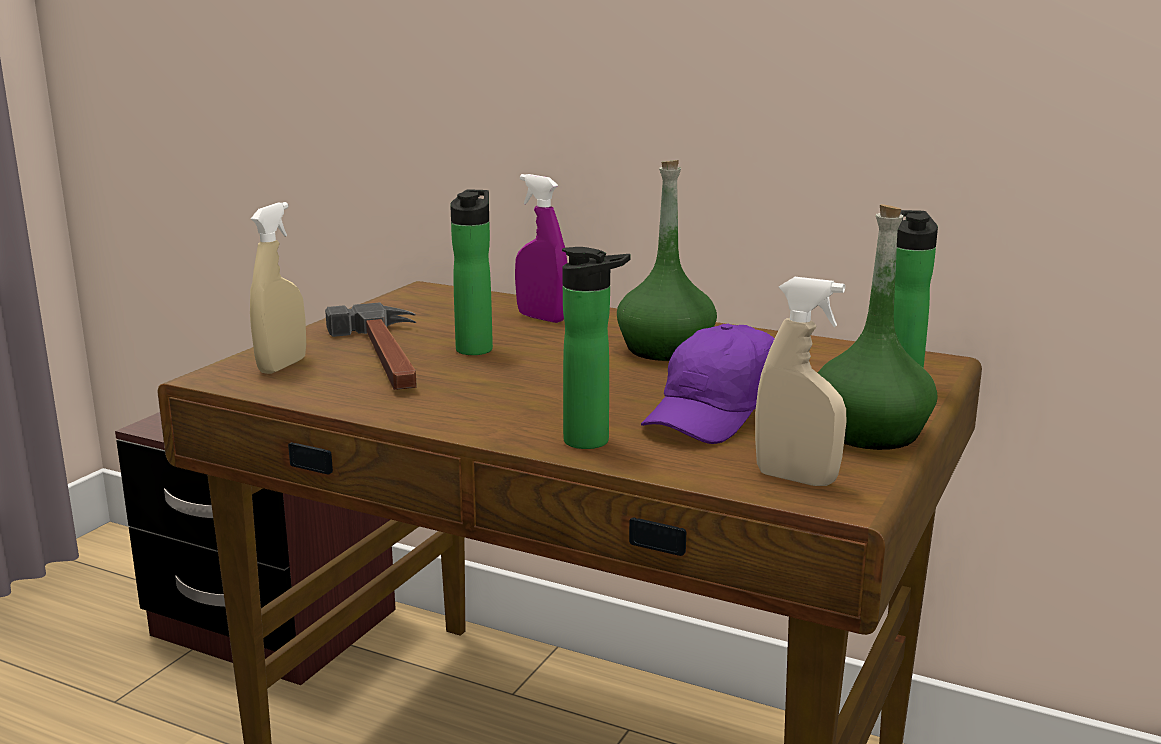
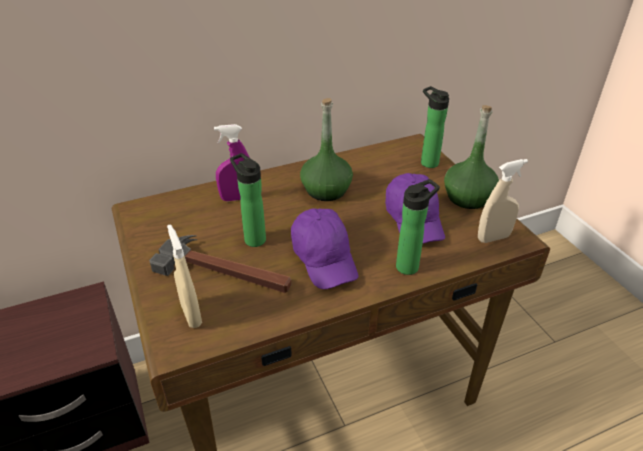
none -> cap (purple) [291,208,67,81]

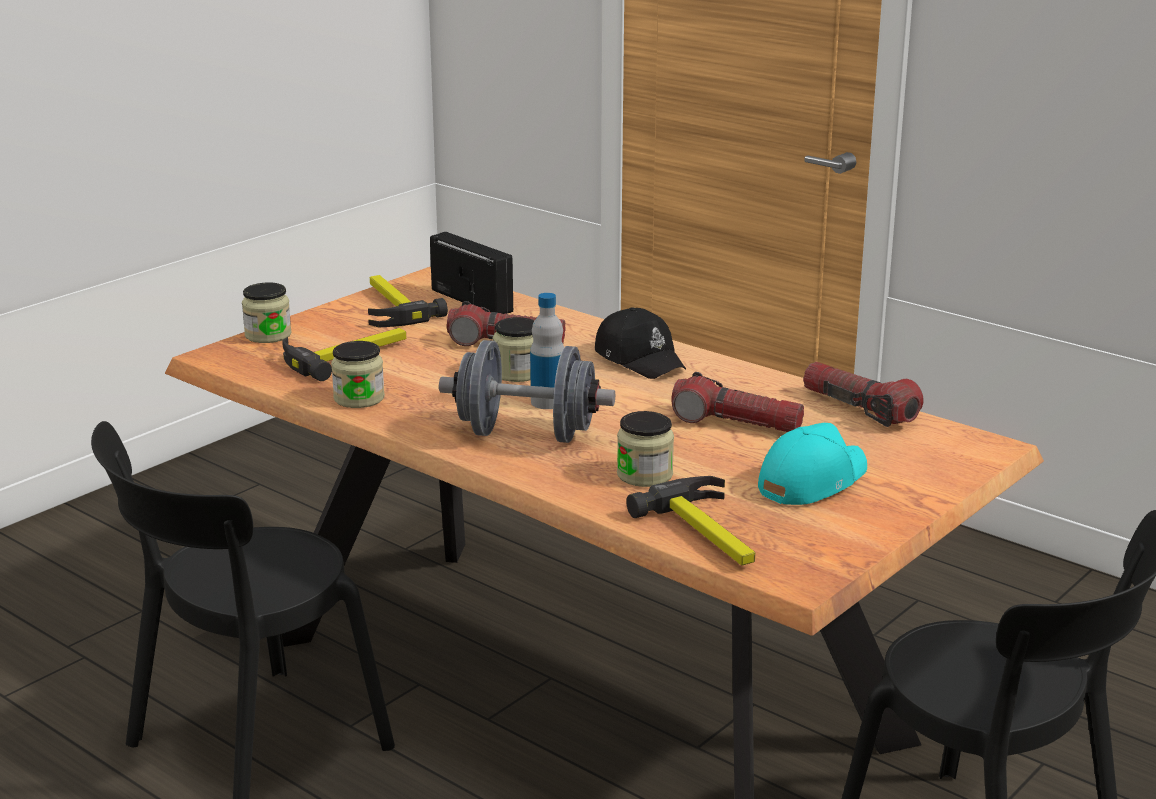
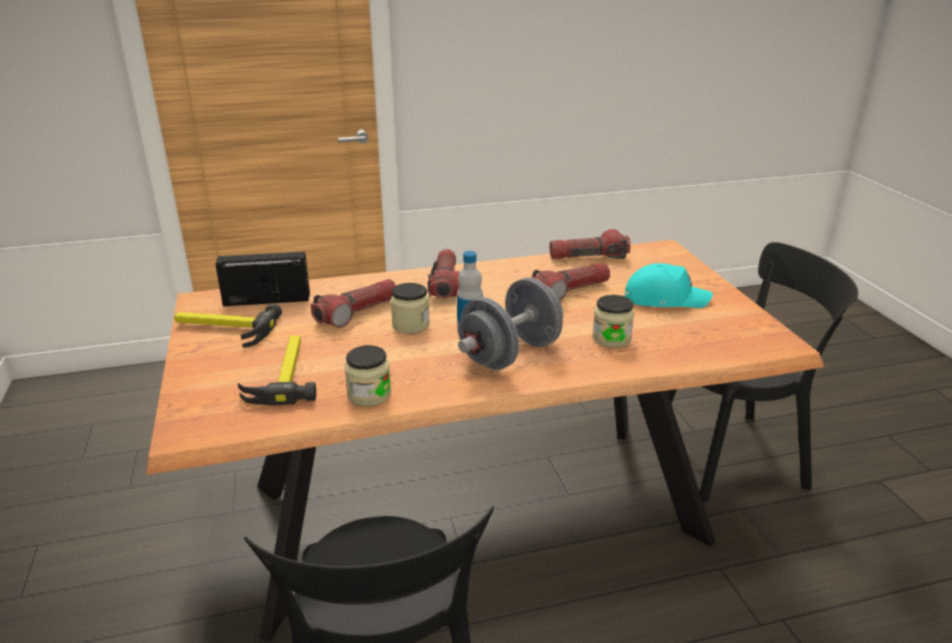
jar [242,282,50,61] -> none
cap (blackish) [595,307,91,72] -> flashlight [428,249,32,50]
cap (turquoise-coloured) [758,423,109,82] -> cap (turquoise-coloured) [625,263,88,45], 105 degrees clockwise
hammer [626,476,129,90] -> none

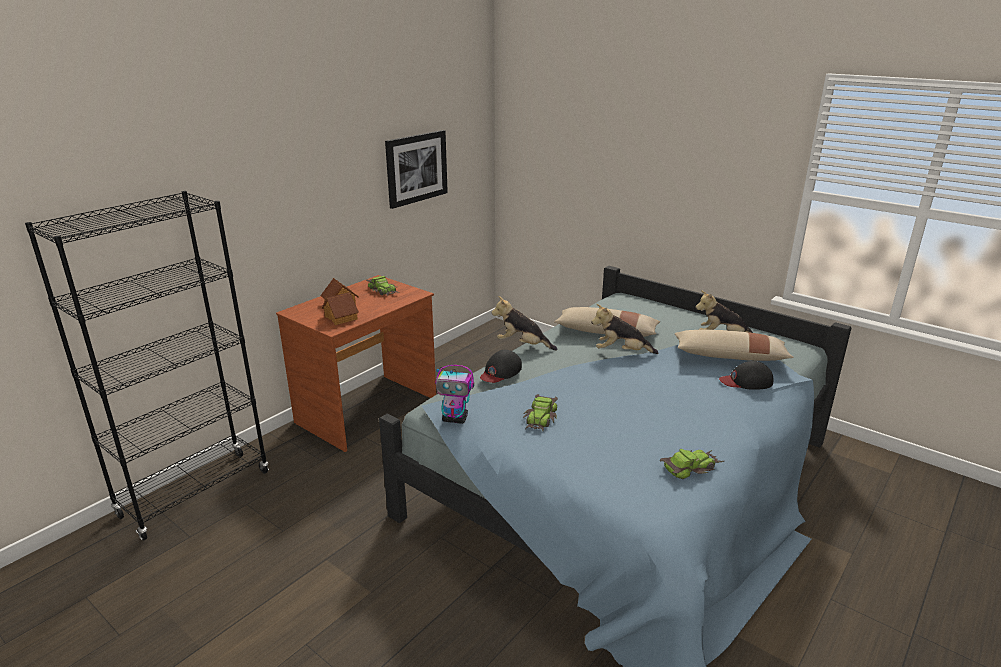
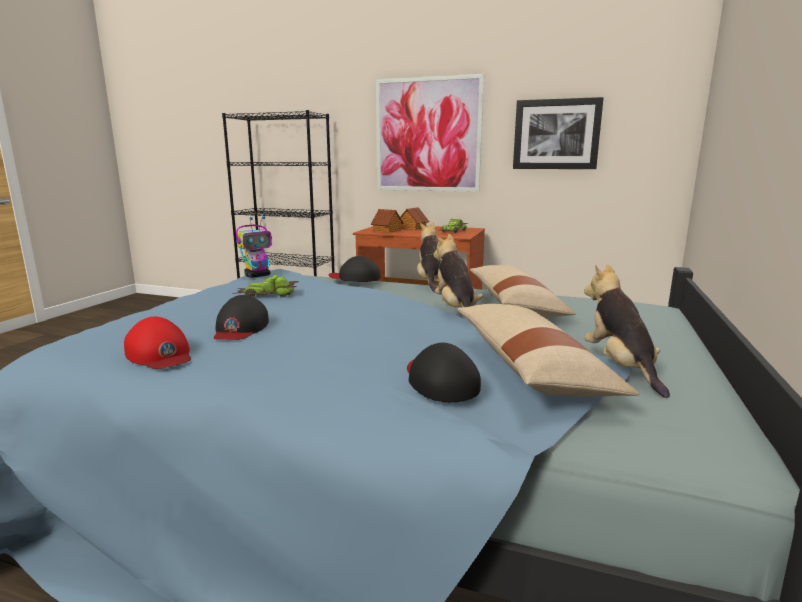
model robot [435,365,39,59] -> model robot [236,216,36,62], 120 degrees counterclockwise
model car [660,449,64,30] -> cap (reddish) [124,316,67,53]
none -> wall picture [376,74,108,118]
none -> cap (blackish) [214,295,55,45]

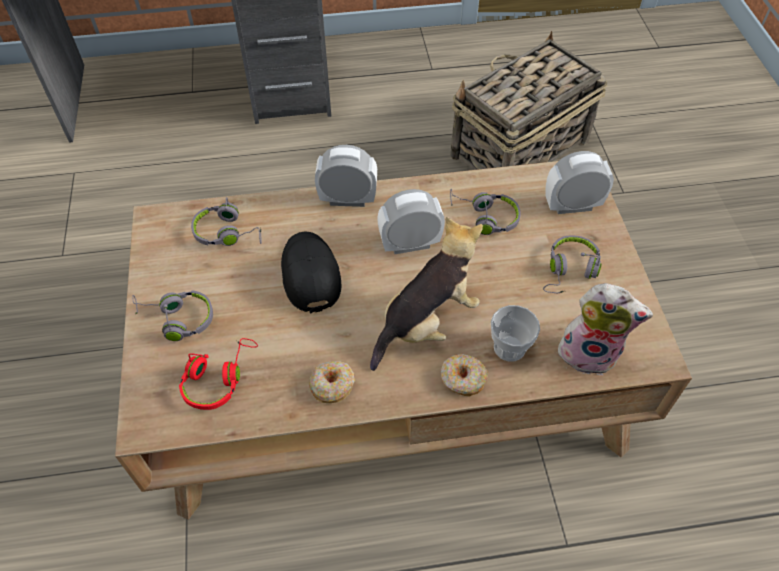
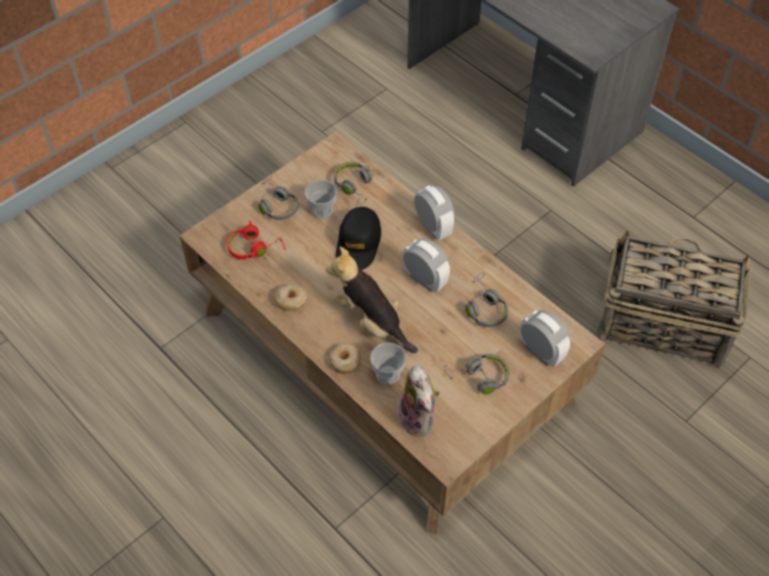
plush toy [370,217,113,154] -> plush toy [325,247,93,106], 150 degrees counterclockwise
cap (blackish) [281,232,60,81] -> cap (blackish) [336,207,45,63], 150 degrees clockwise
none -> small cup [305,180,32,39]

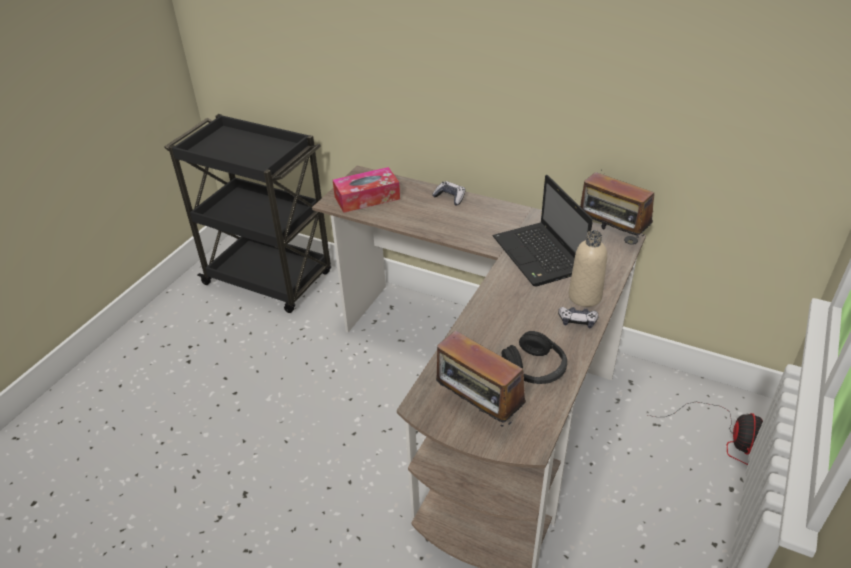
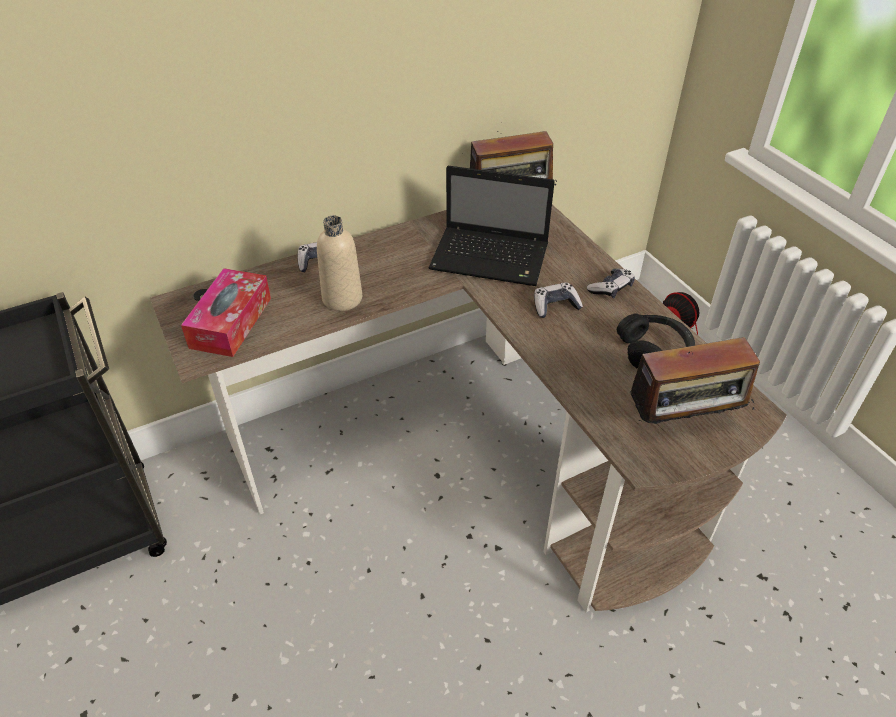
beverage bottle (beige) [569,230,38,77] -> beverage bottle (beige) [317,216,45,95], relocated
none -> gamepad [534,282,49,36]

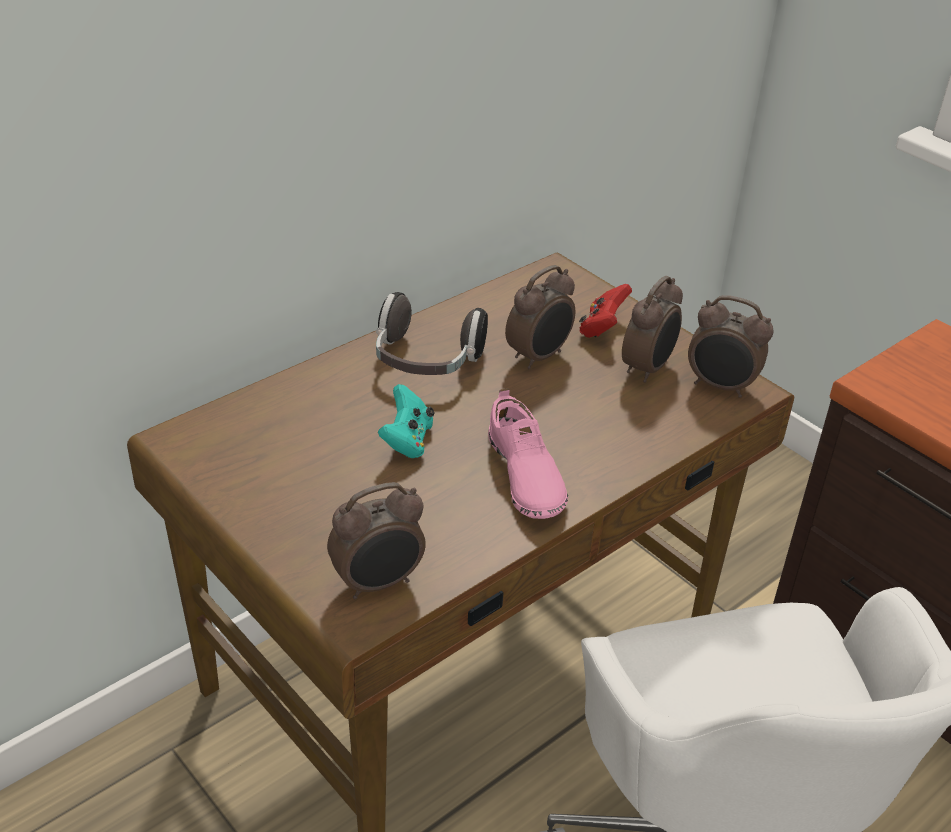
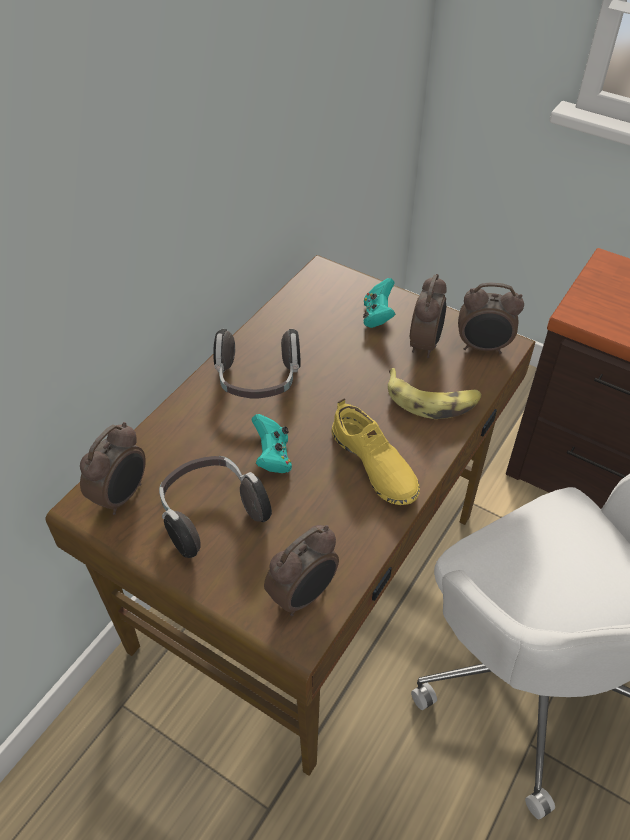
alarm clock [505,265,70,104] -> alarm clock [80,422,66,93], relocated
gamepad (reddish) [579,284,53,54] -> gamepad (turquoise-coloured) [363,278,32,50]
low shoe (pink) [488,388,80,131] -> low shoe (yellowish) [331,399,89,106]
none -> banana [388,368,94,51]
none -> headset [159,456,113,102]

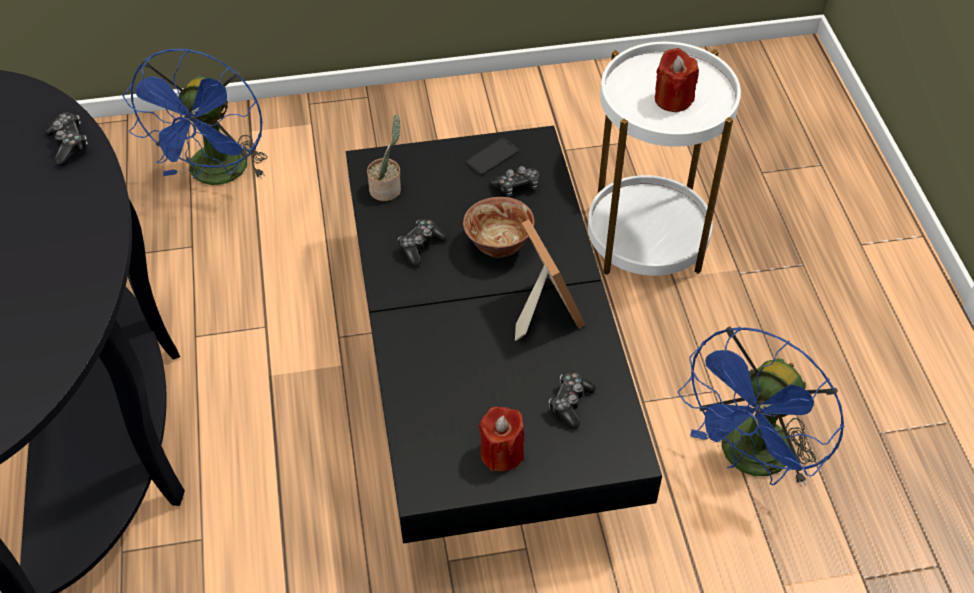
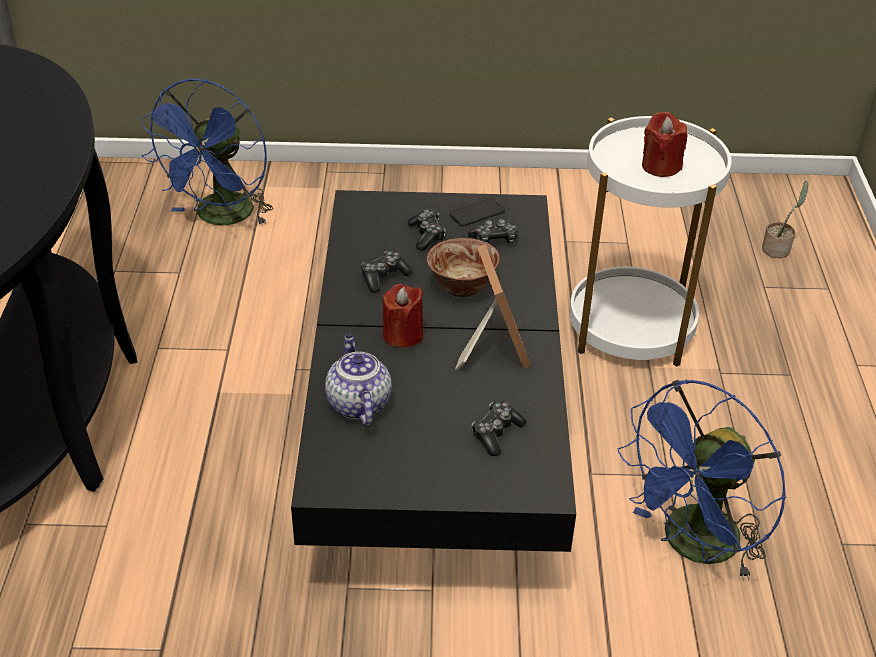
gamepad [44,113,44,53] -> gamepad [407,209,39,41], relocated
houseplant [367,114,34,87] -> houseplant [762,181,47,77], relocated
wax light (reddish) [479,406,45,66] -> wax light (reddish) [383,284,40,64], relocated
none -> tea pot [325,335,67,91]

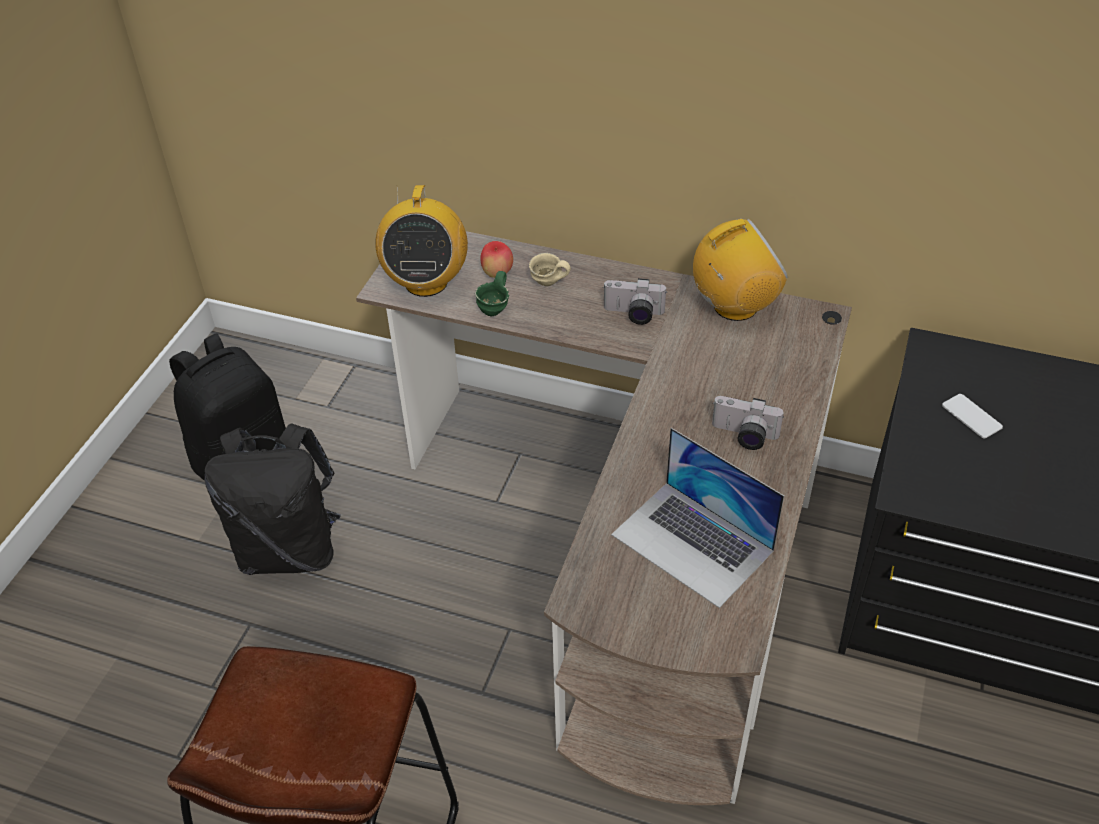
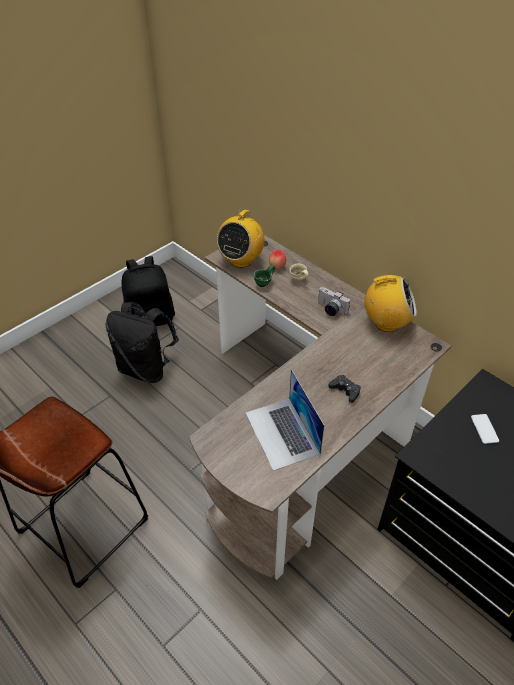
still camera [712,396,72,54] -> gamepad (blackish) [328,375,33,28]

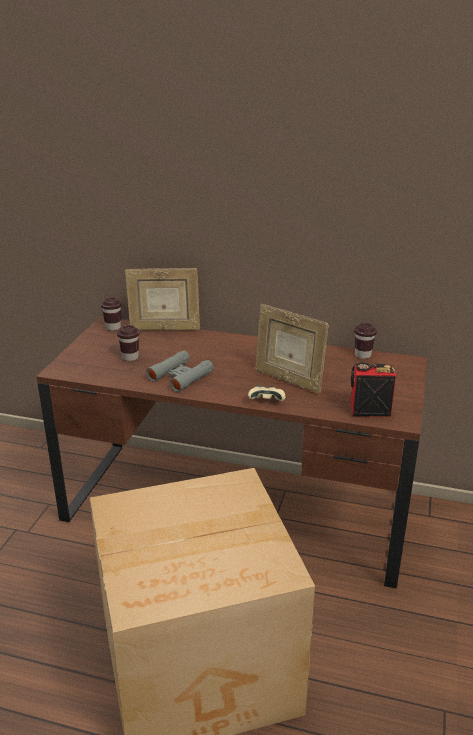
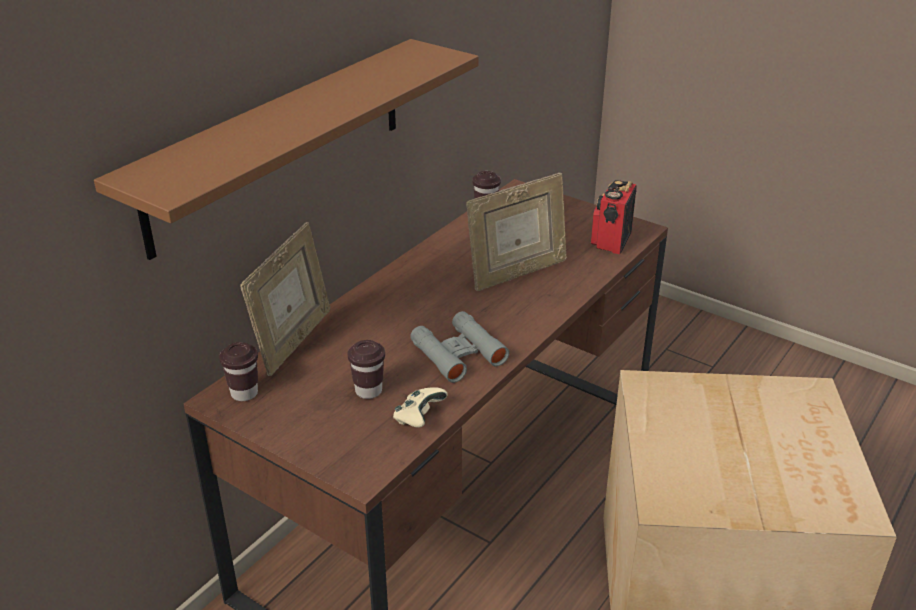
gamepad (beige) [248,385,37,16] -> gamepad (beige) [393,387,55,41], relocated
none -> bracket shelf (brownish) [94,39,385,221]

